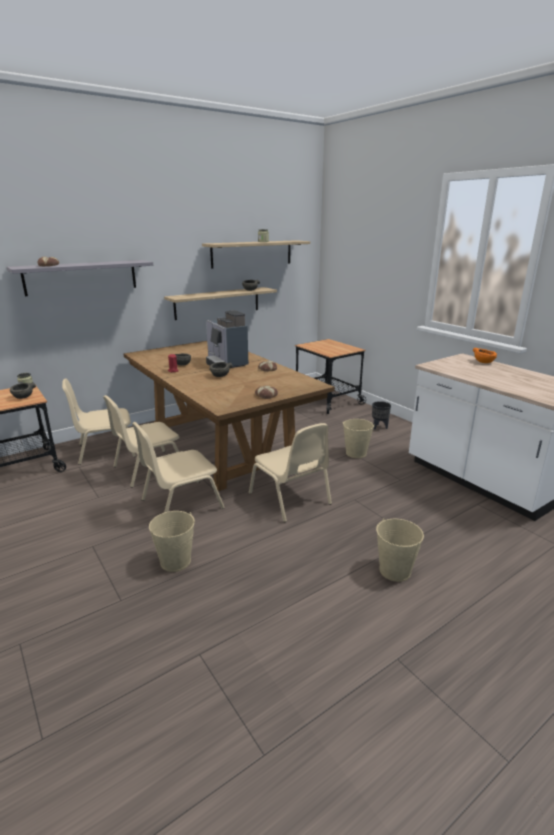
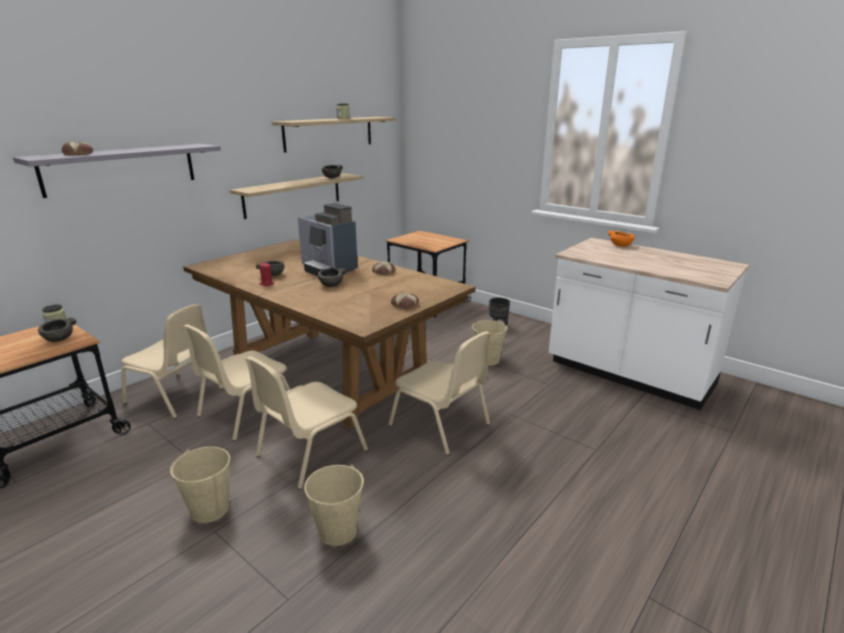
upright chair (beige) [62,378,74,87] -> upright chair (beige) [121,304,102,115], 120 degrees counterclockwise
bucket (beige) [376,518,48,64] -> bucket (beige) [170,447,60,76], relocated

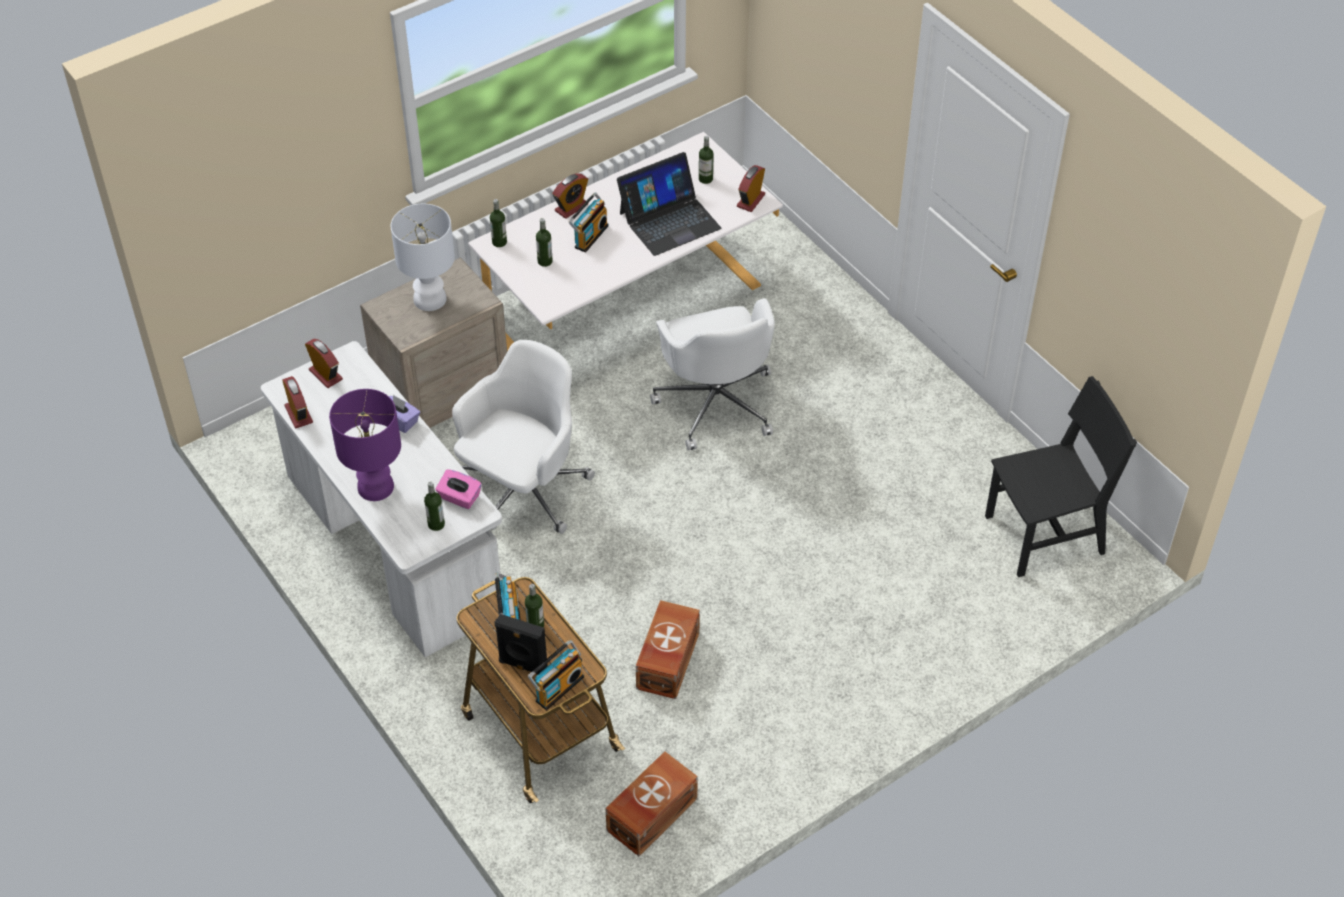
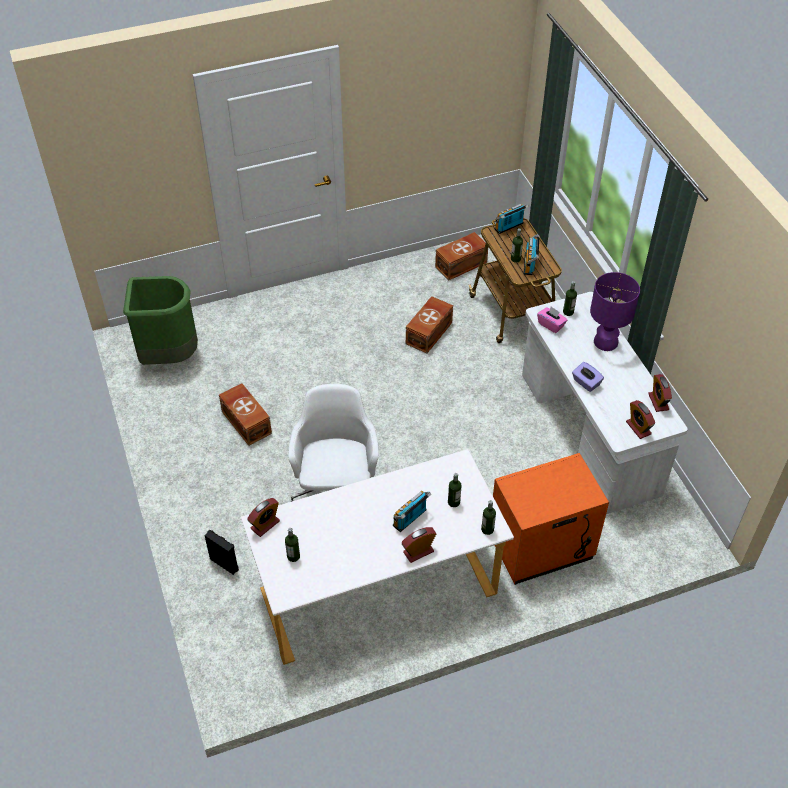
portable computer [617,152,104,104] -> none
table lamp (white-coloured) [391,204,64,107] -> none
night table (beige) [360,257,147,171] -> night table (orange-coloured) [493,453,116,132]
desk chair (white-coloured) [452,340,143,194] -> none
upright chair (blackish) [985,376,152,201] -> waste bin (green) [123,276,75,89]
audio speaker (blackish) [494,614,54,61] -> audio speaker (blackish) [204,530,35,45], relocated
none -> storage bin (brownish) [219,383,53,63]

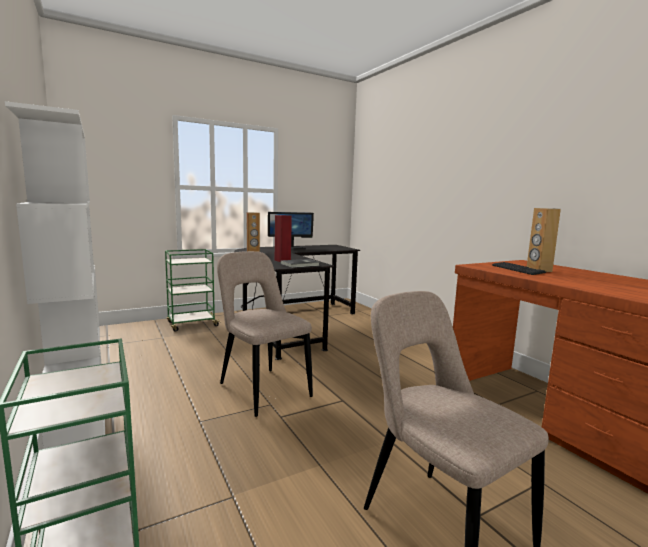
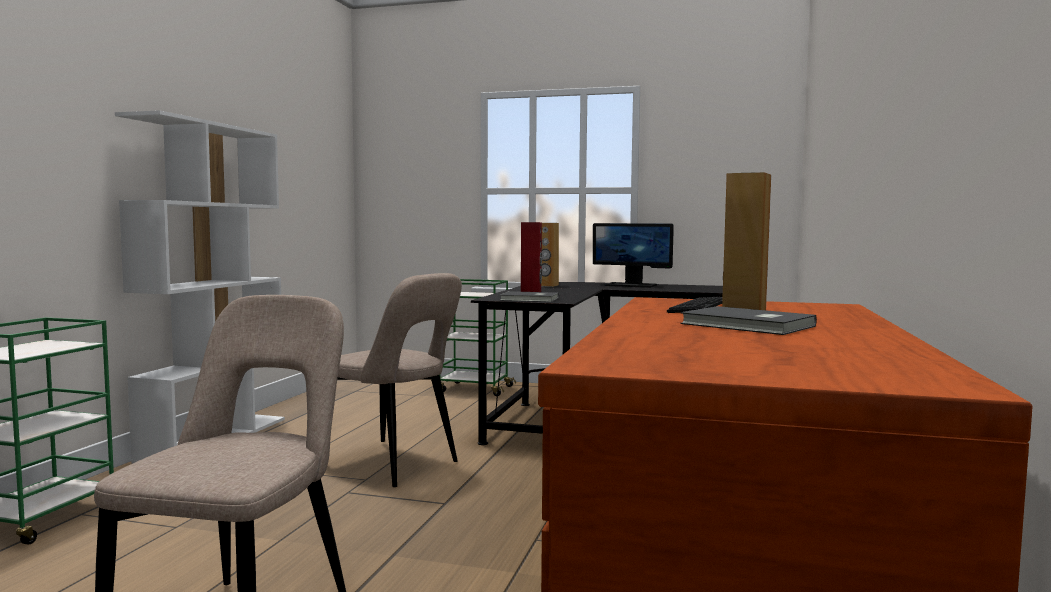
upright chair (beige) [217,251,96,166] -> upright chair (beige) [337,273,125,214], 120 degrees clockwise
none -> bound book (greyish) [680,306,137,29]

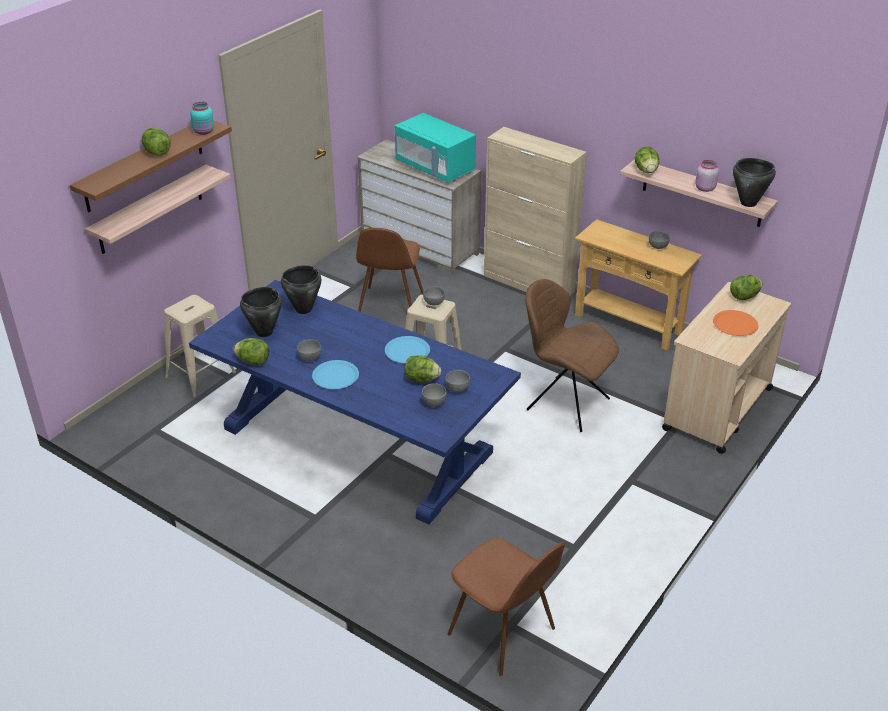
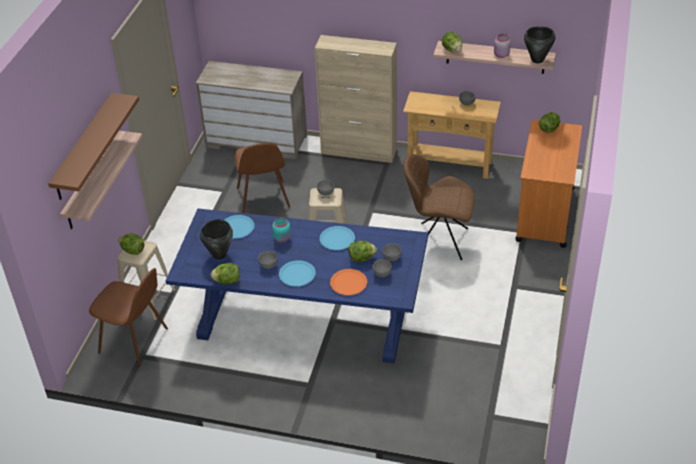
jar (turquoise-coloured) [190,102,24,33] -> jar (turquoise-coloured) [272,217,19,26], relocated
microwave oven (turquoise-coloured) [395,113,81,69] -> none
head of lettuce [142,128,29,28] -> head of lettuce [118,233,26,22], relocated
stockpot (blackish) [281,265,41,49] -> plate (bluish) [224,215,31,24]
wheeled cart (beige) [662,282,129,172] -> wheeled cart (orange-coloured) [515,120,67,128]
plate (orange-coloured) [713,310,45,26] -> plate (orange-coloured) [330,269,37,26], relocated
upright chair (brownish) [448,538,117,138] -> upright chair (brownish) [89,268,79,99], relocated

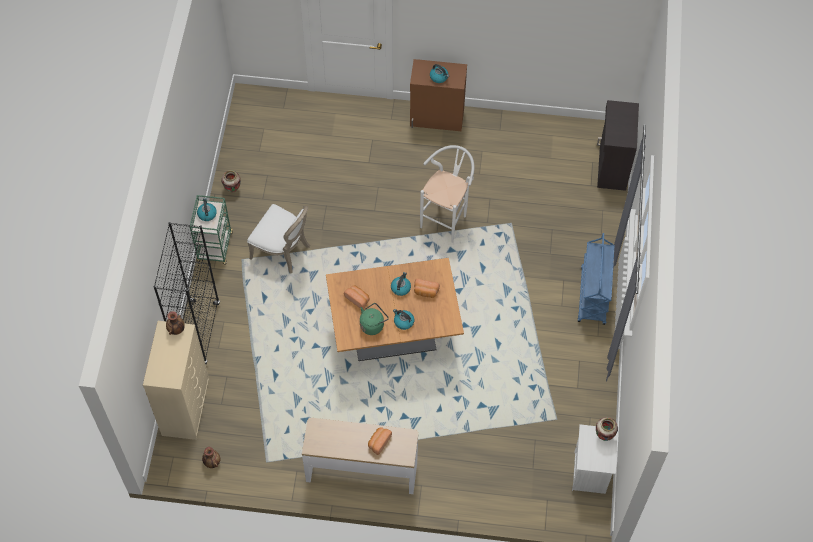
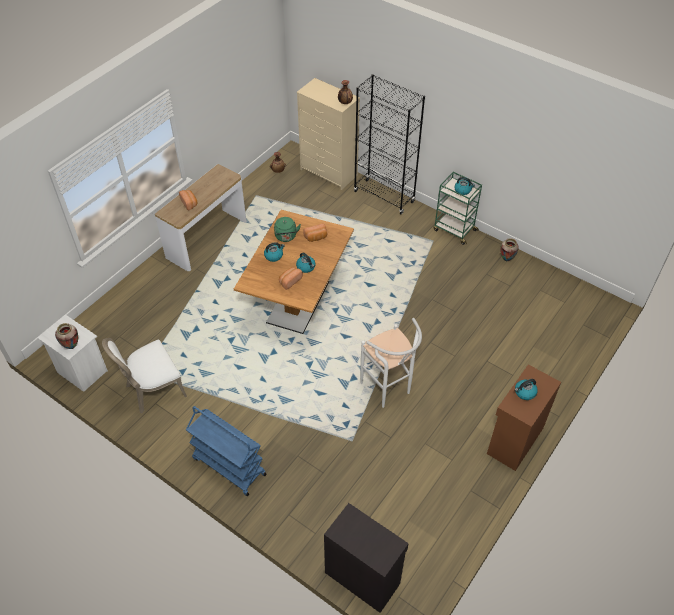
upright chair (white-coloured) [247,204,63,70] -> upright chair (white-coloured) [102,338,85,75], relocated

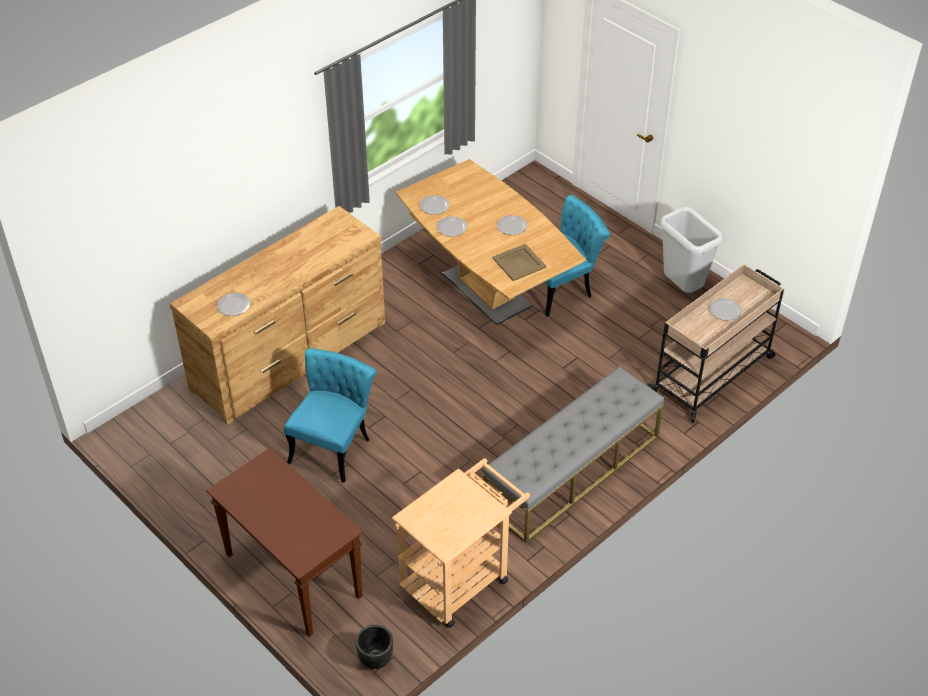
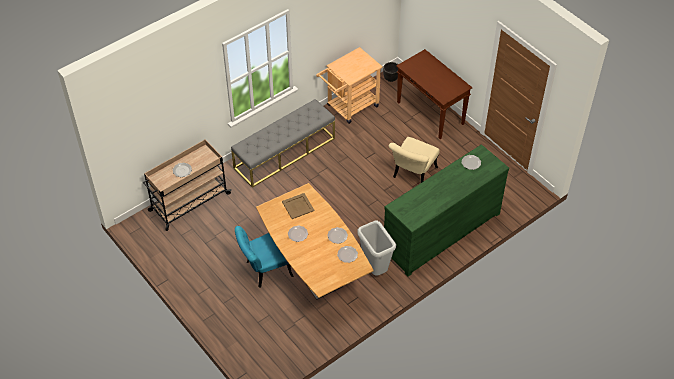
dresser (brownish) [170,206,215,219] -> dresser (green) [384,144,125,133]
waste bin (greyish) [660,207,63,86] -> waste bin (greyish) [357,221,39,55], relocated
upright chair (turquoise-coloured) [284,348,93,135] -> upright chair (beige) [389,137,50,46]

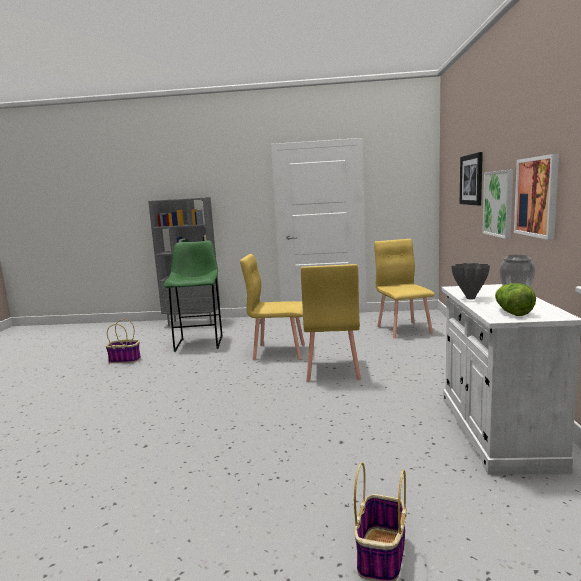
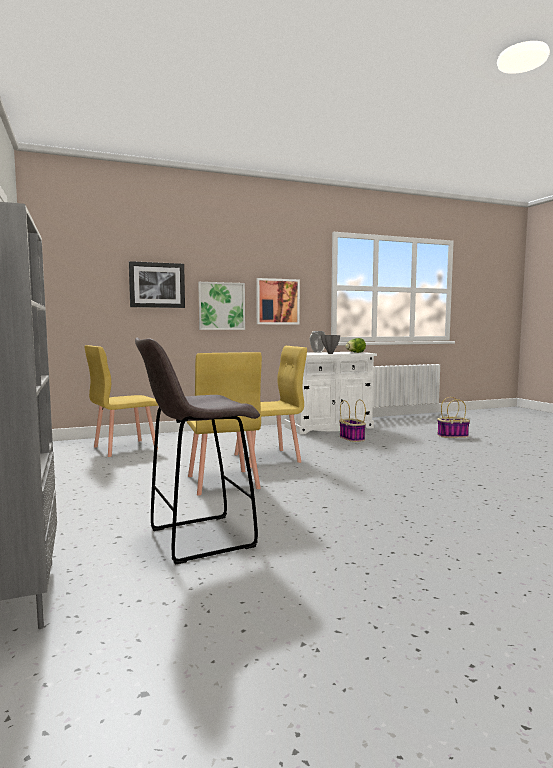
stool seat (green) [164,241,59,111] -> stool seat (greyish) [135,337,125,228]
basket [106,319,35,44] -> basket [339,399,27,43], relocated

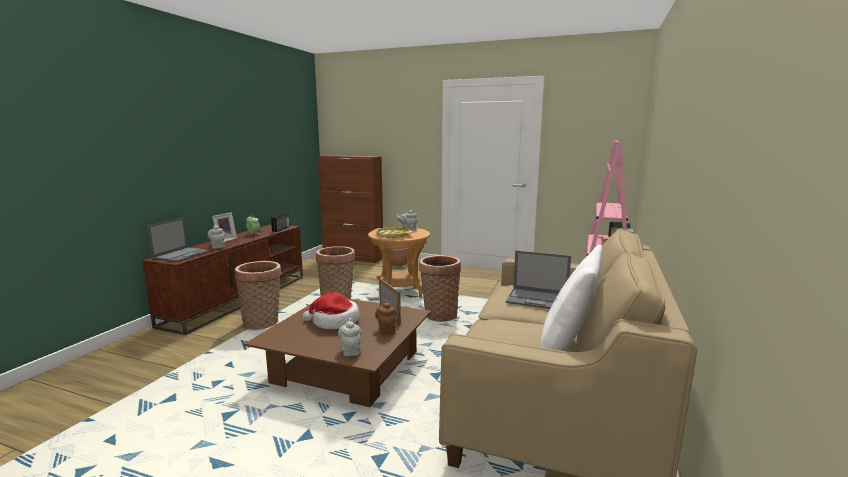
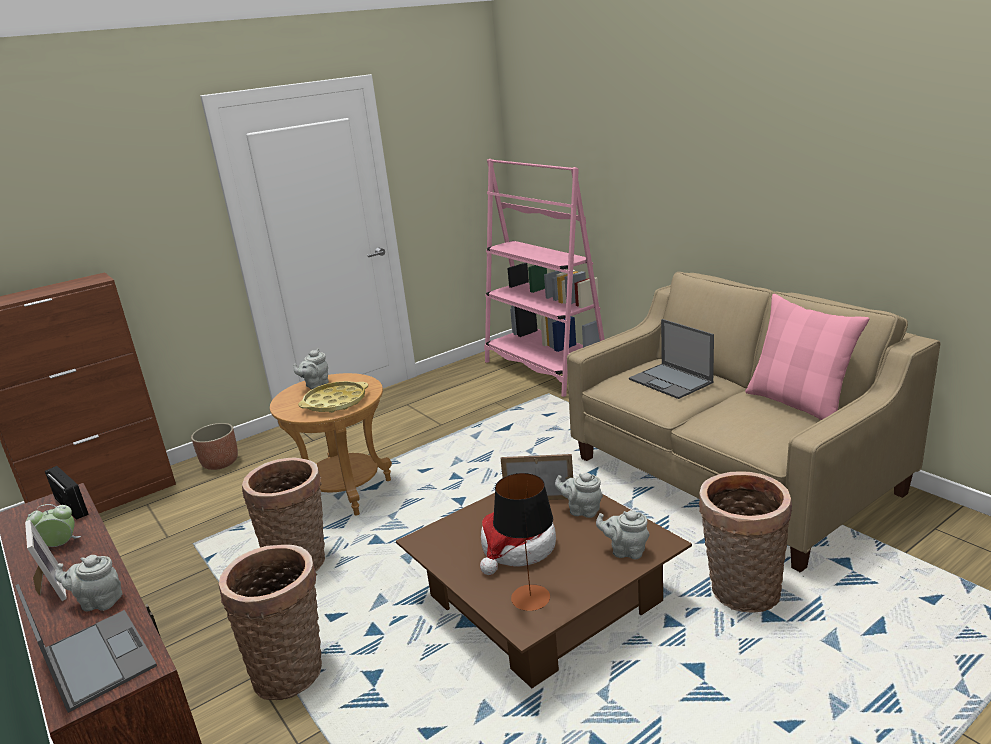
throw pillow (white-coloured) [540,245,62,106] -> throw pillow (pink) [745,294,124,126]
portable computer [506,250,65,59] -> portable computer [629,319,85,80], 90 degrees clockwise
basket [419,255,42,67] -> basket [699,471,93,142], relocated
tea pot (brownish) [375,300,21,34] -> tea pot (greyish) [555,473,48,45]
none -> table lamp [493,473,60,138]

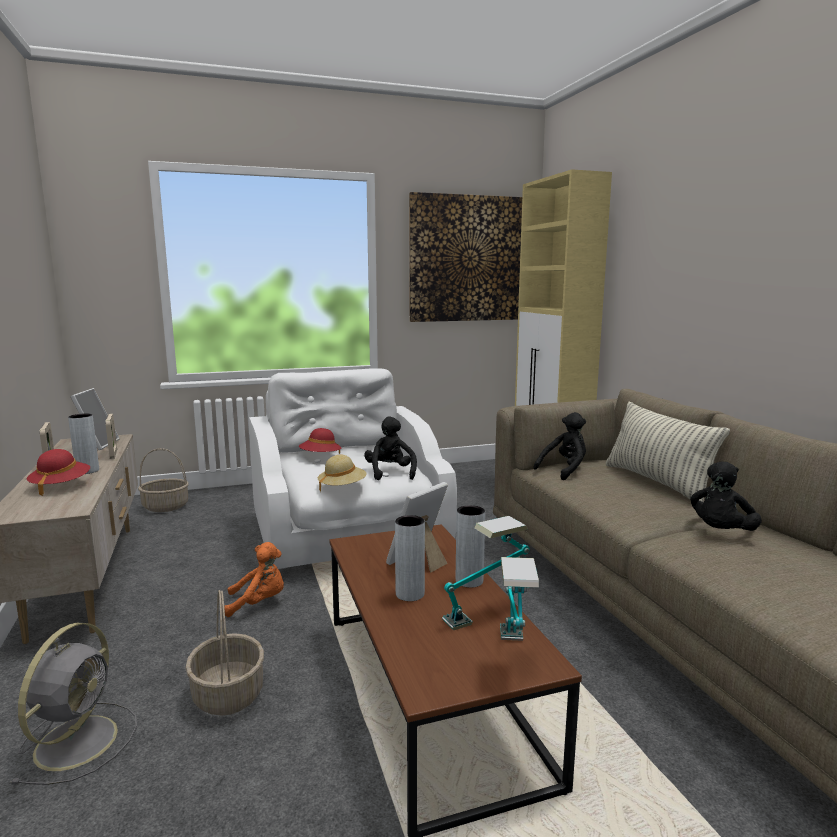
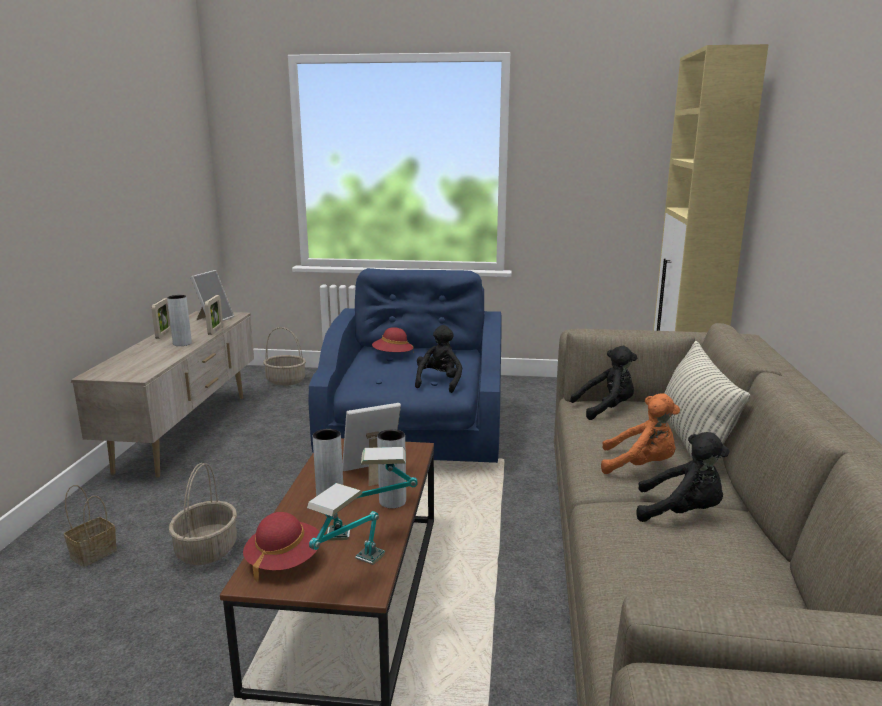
wall picture [409,192,113,130] -> none
armchair (white-coloured) [249,368,208,202] -> armchair (bluish) [308,268,193,195]
wearable hat (reddish) [27,449,63,47] -> wearable hat (reddish) [243,512,78,70], relocated
wearable hat (beige) [318,455,49,37] -> none
plush toy (blackish) [690,461,72,70] -> plush toy (blackish) [636,432,93,90], 135 degrees counterclockwise
plush toy (orange-coloured) [224,542,60,75] -> plush toy (orange-coloured) [601,393,79,81], relocated
fan (greyish) [10,623,127,162] -> basket [64,485,53,82]

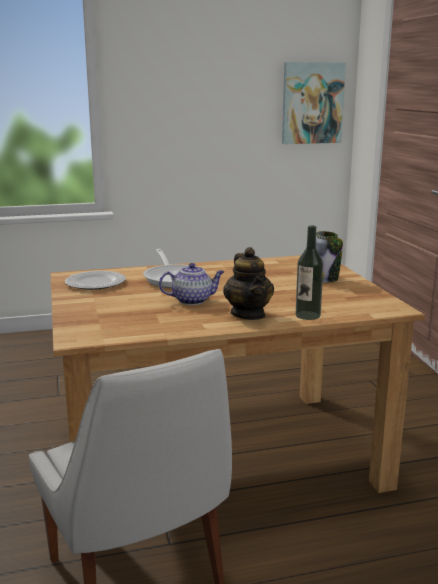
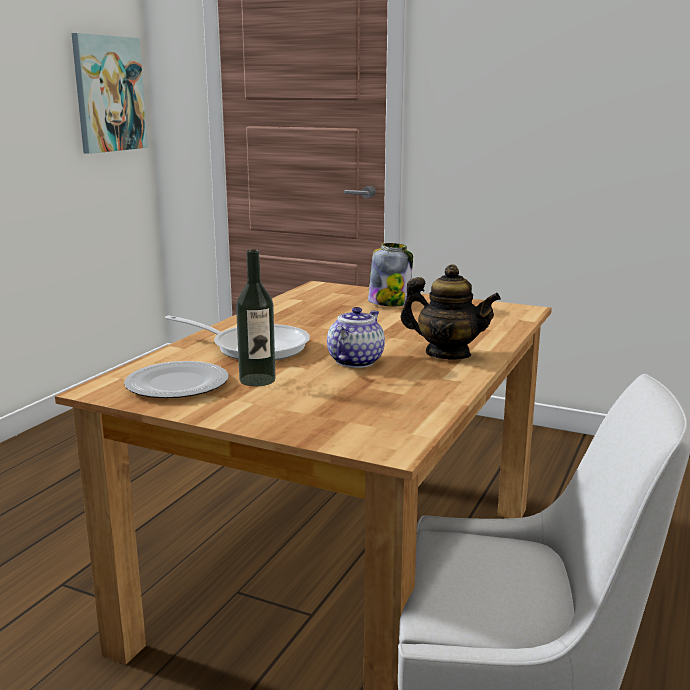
beverage bottle [296,226,27,94] -> beverage bottle [236,250,39,137], relocated

